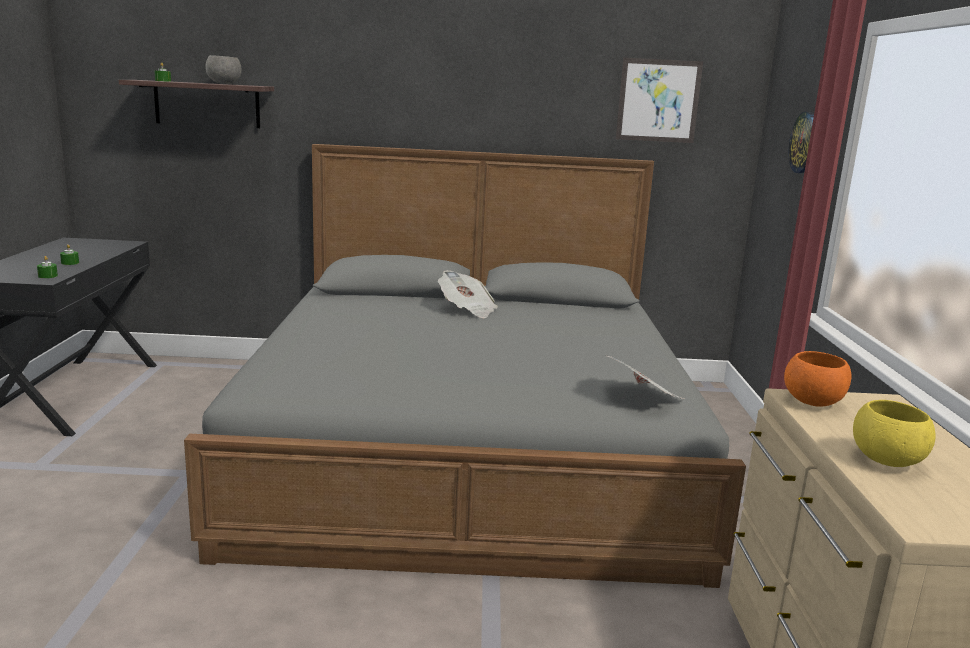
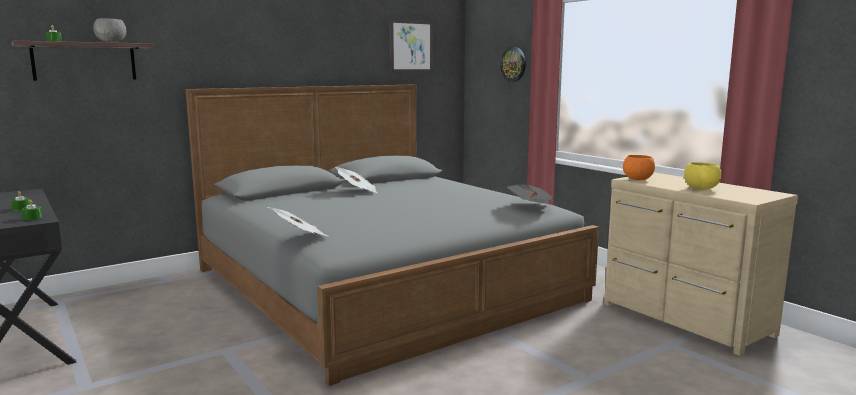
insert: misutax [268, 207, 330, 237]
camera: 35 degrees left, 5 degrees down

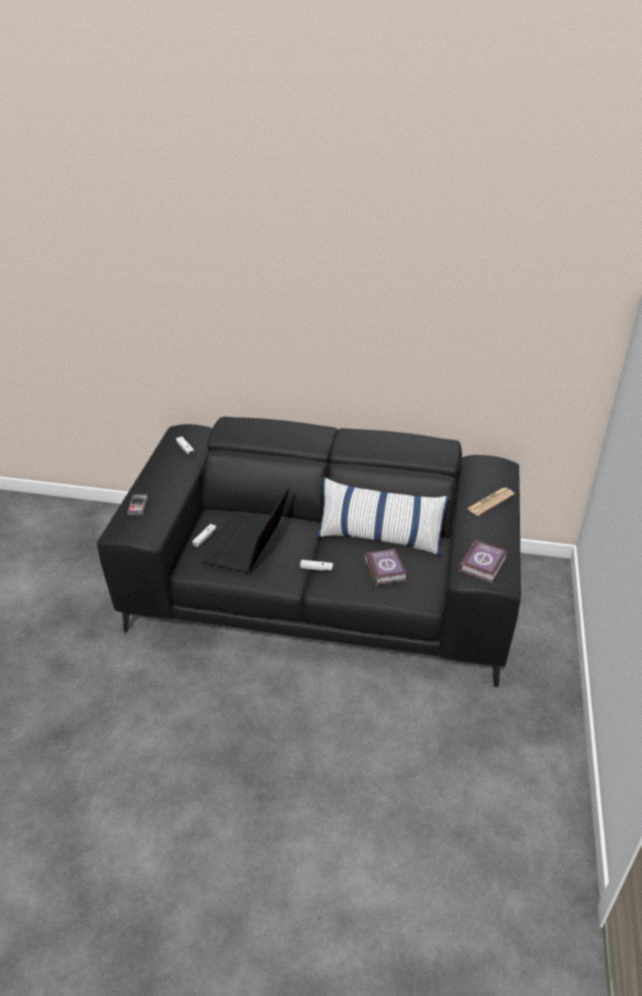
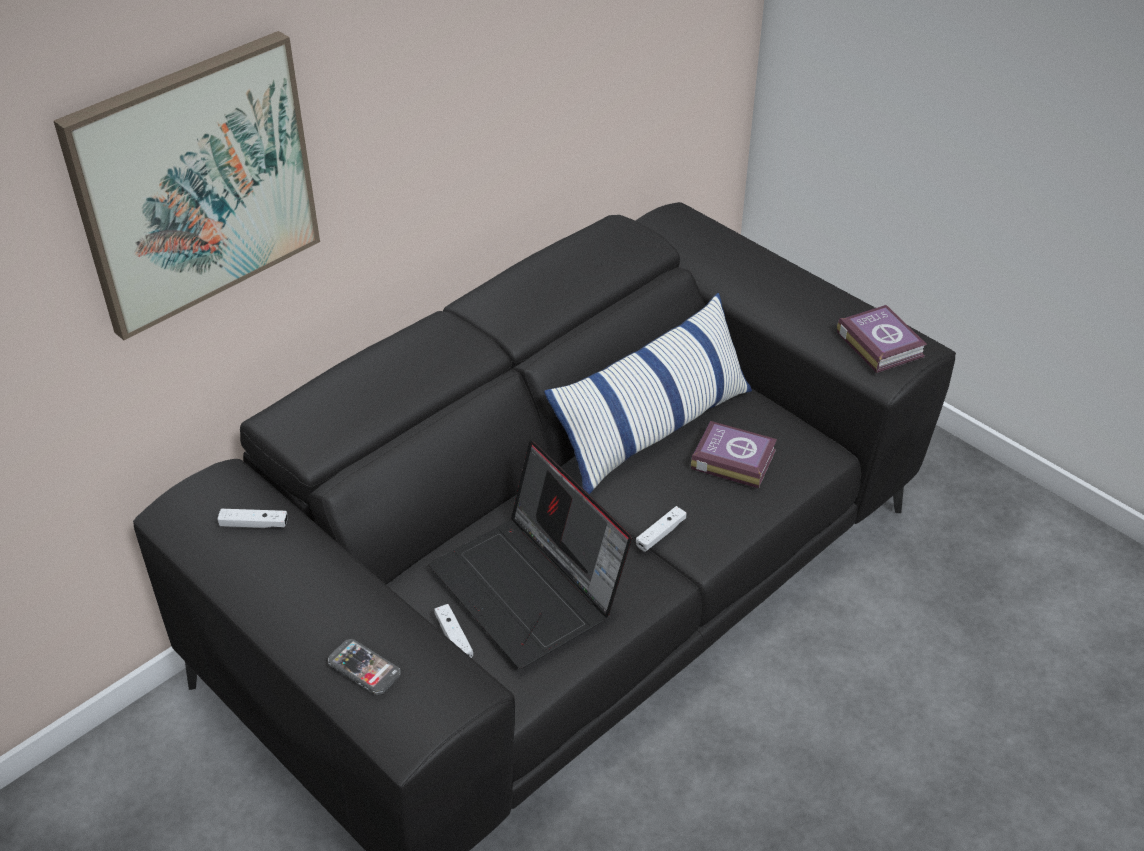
delete: misutax [467, 488, 515, 516]
insert: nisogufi [54, 31, 320, 340]
camera: 55 degrees left, 5 degrees up

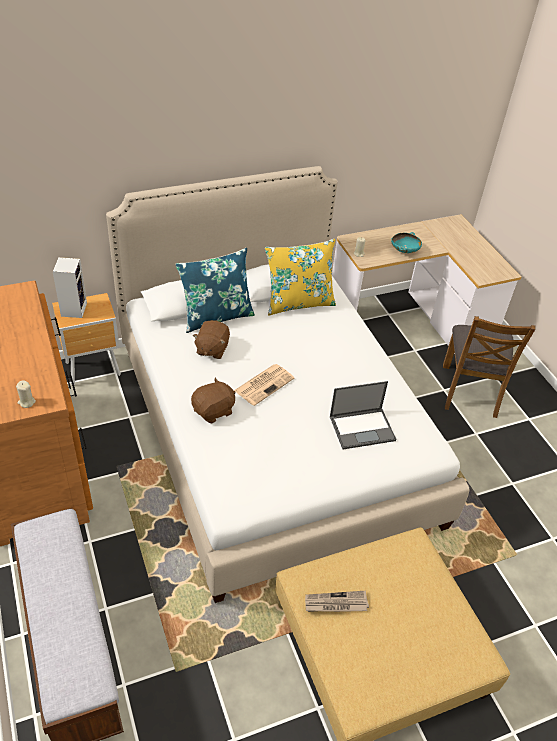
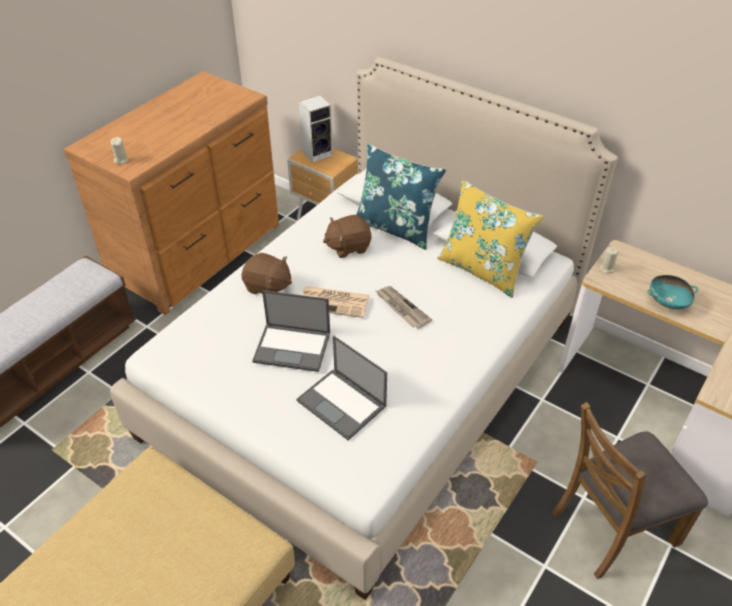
insert: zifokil [252, 290, 330, 372]
move: misutax [305, 591, 369, 612] to [376, 286, 432, 329]
camera: 60 degrees right, 0 degrees up

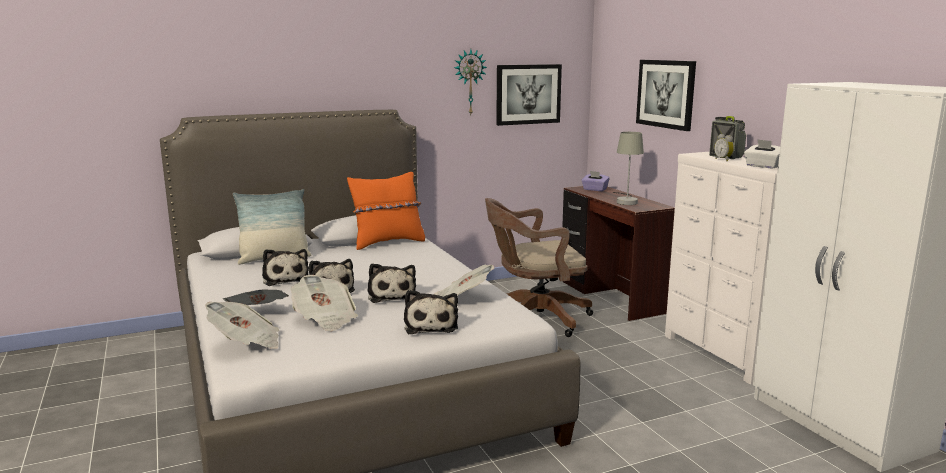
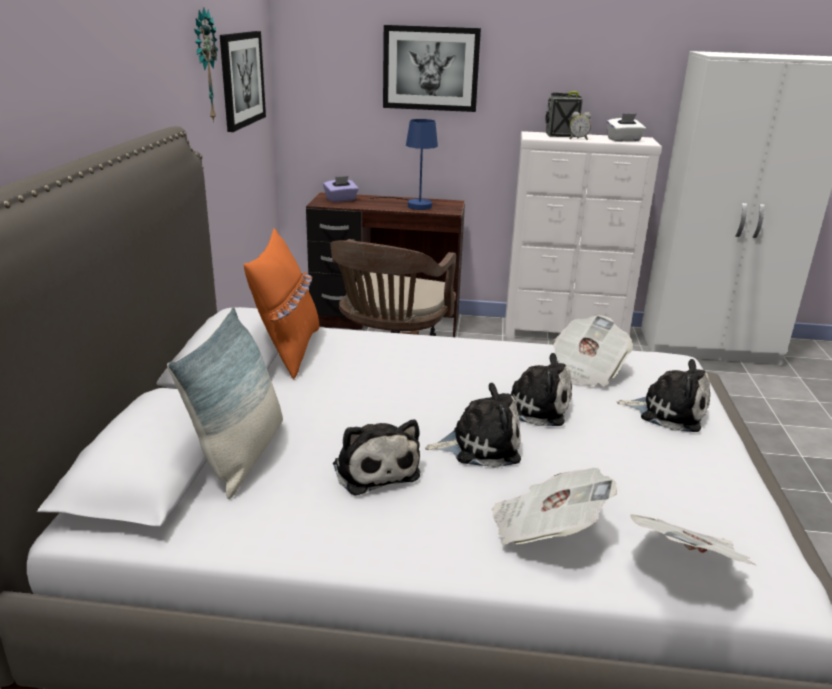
delete: misutax [290, 275, 358, 332]
recolor: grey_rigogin [613, 132, 644, 205] to blue_rigogin [369, 119, 438, 210]
rotate: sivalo [262, 249, 309, 286] = [333, 419, 420, 496] 60 degrees clockwise
camera: 60 degrees left, 10 degrees up

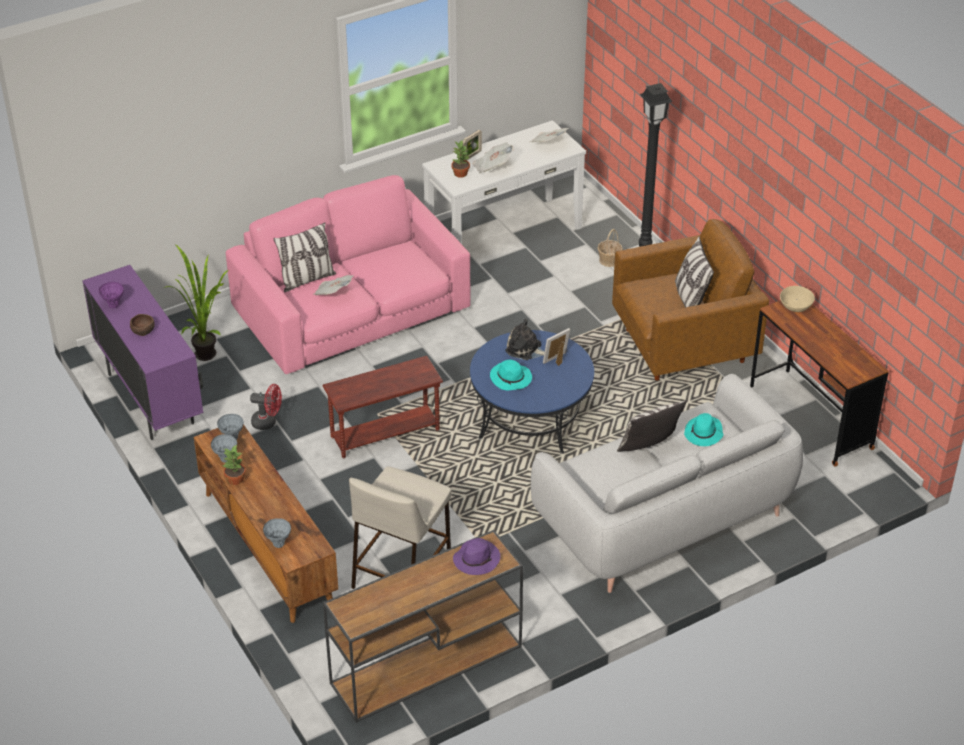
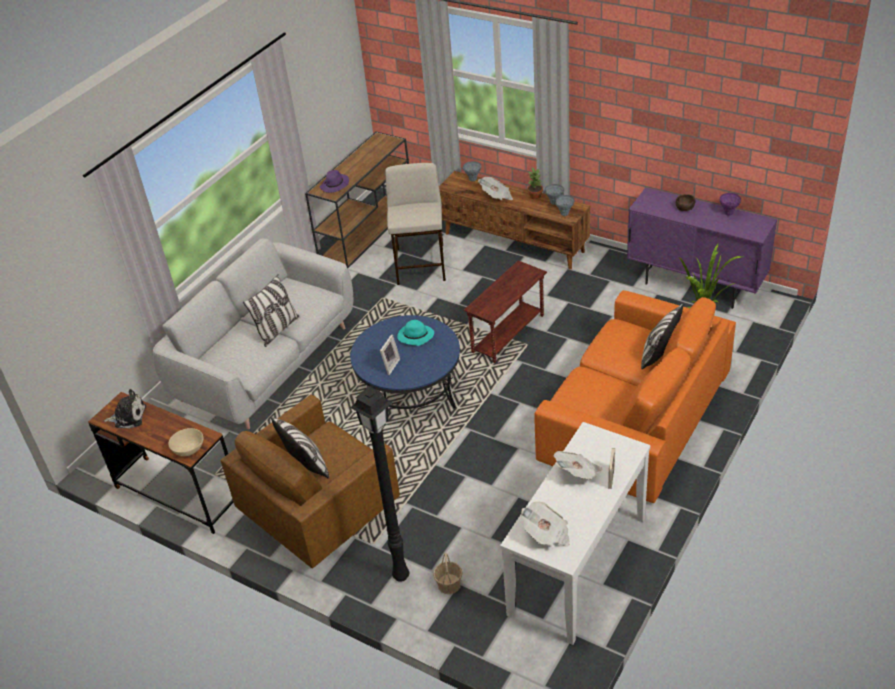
delete: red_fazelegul [250, 384, 282, 430]; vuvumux [451, 141, 470, 178]; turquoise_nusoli [684, 413, 724, 446]
move: sivalo [505, 318, 545, 360] to [104, 389, 146, 429]; misutax [313, 275, 354, 295] to [478, 177, 513, 200]
recolor: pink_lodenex [226, 175, 471, 374] to orange_lodenex [534, 290, 736, 503]
camera: 155 degrees right, 0 degrees up

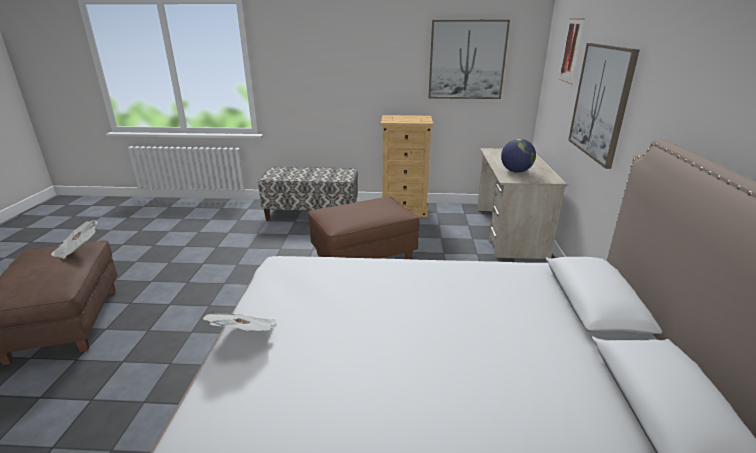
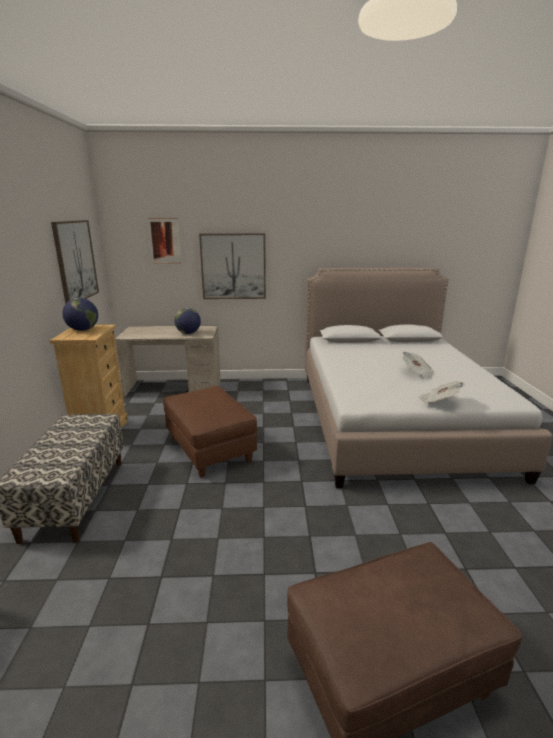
insert: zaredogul [62, 298, 98, 331]
move: misutax [51, 220, 98, 259] to [403, 352, 434, 379]
camera: 95 degrees left, 5 degrees down

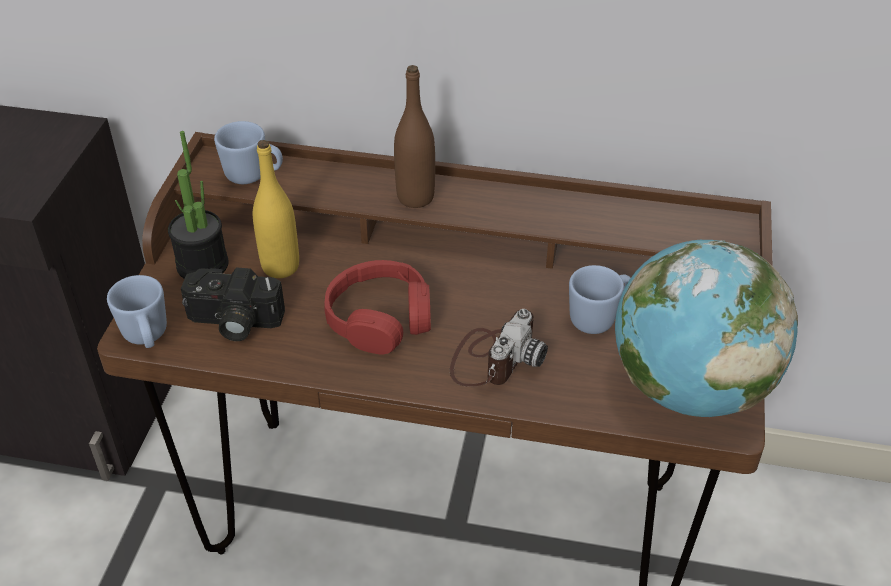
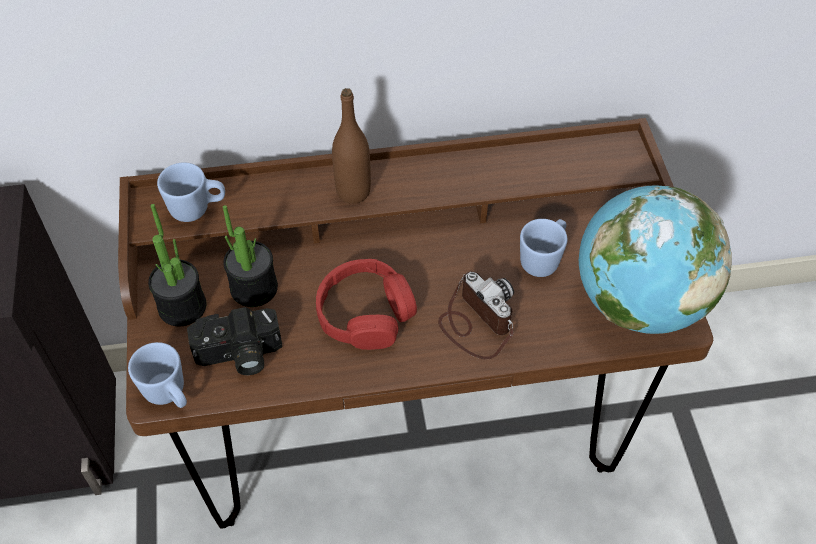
replace: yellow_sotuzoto [253, 140, 299, 278] to vuvumux [223, 205, 278, 307]
rotate: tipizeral [450, 309, 548, 387] = [438, 271, 514, 359] 45 degrees counterclockwise
camera: 20 degrees left, 10 degrees up

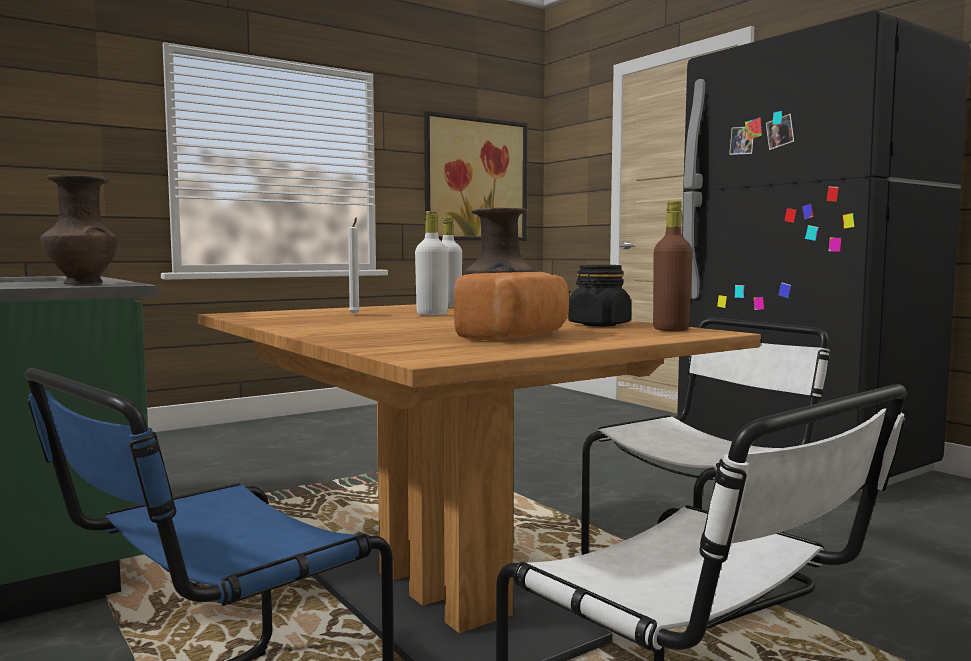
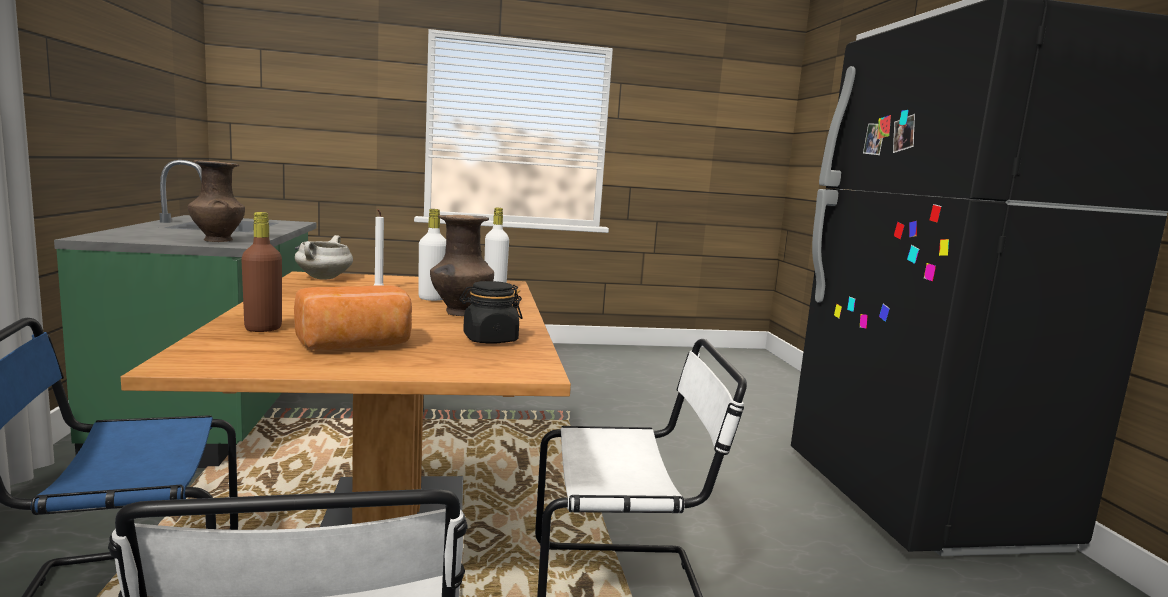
delete: nisogufi [424, 111, 527, 241]
insert: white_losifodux [295, 235, 353, 280]
move: brown_sotuzoto [653, 201, 693, 331] to [241, 212, 282, 332]
camera: 25 degrees right, 5 degrees up

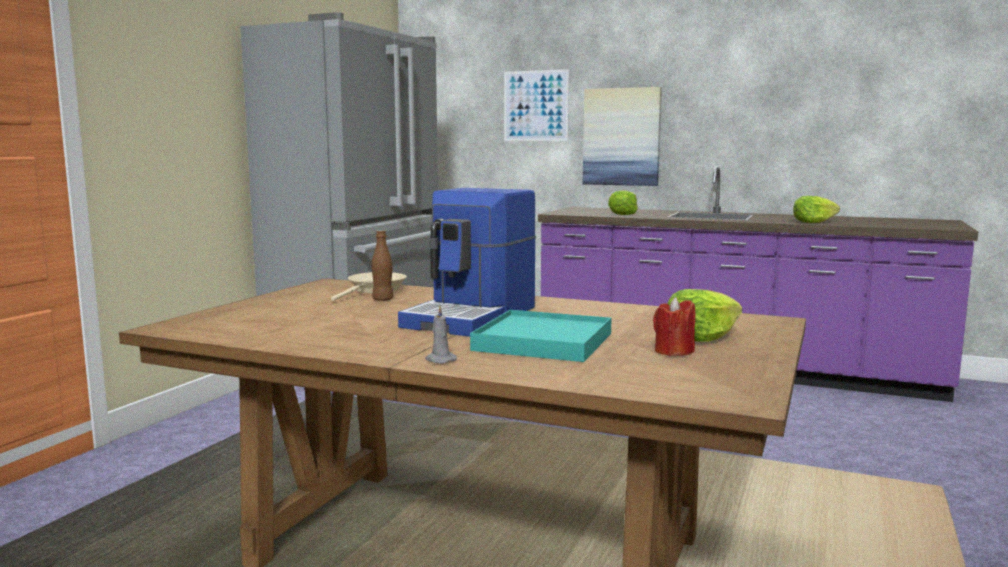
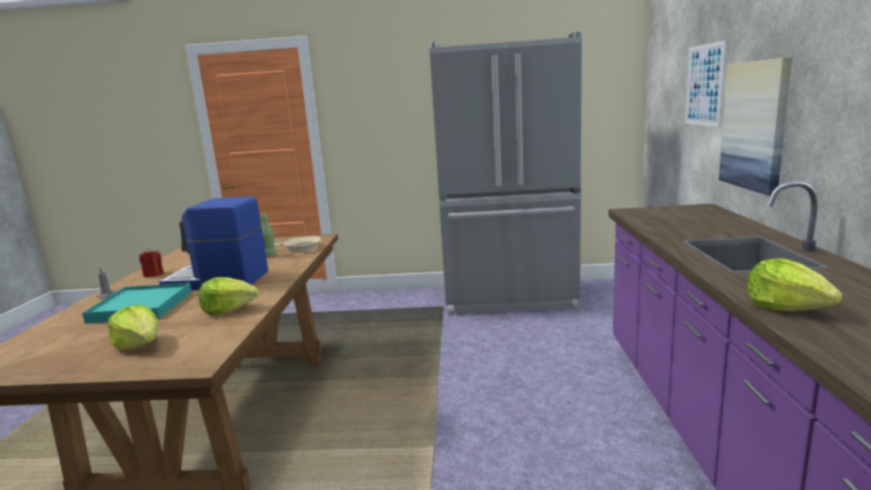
move: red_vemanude [653, 297, 695, 356] to [139, 248, 164, 277]; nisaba [608, 190, 638, 215] to [198, 277, 258, 315]
recolor: brown_sotuzoto [371, 230, 393, 301] to green_sotuzoto [261, 214, 276, 257]
camera: 70 degrees right, 5 degrees up

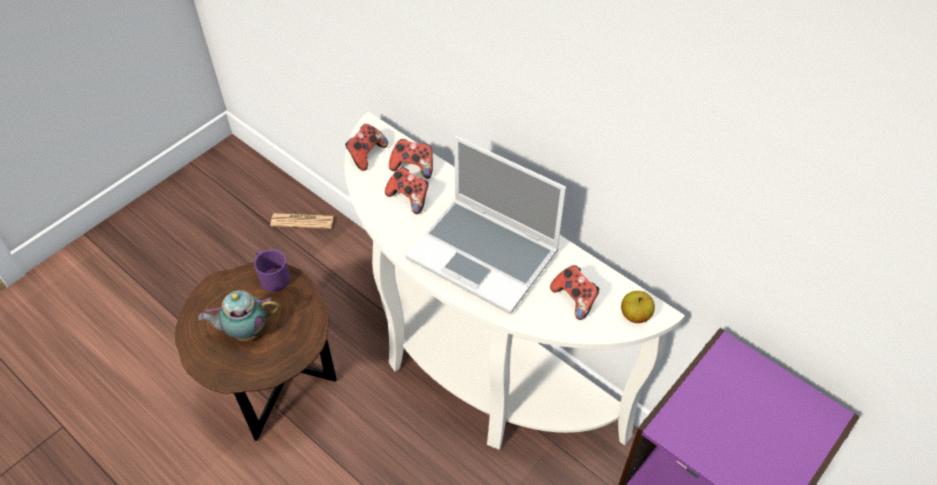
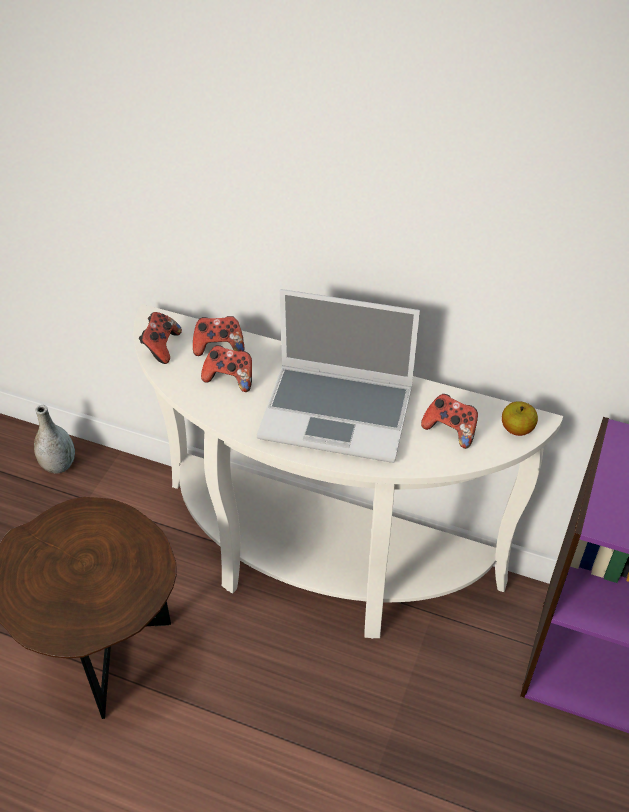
delete: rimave [198, 290, 280, 341]; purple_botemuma [254, 249, 290, 292]
replace: misutax [270, 213, 334, 229] to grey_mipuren [34, 405, 75, 473]
camera: 20 degrees left, 5 degrees down

